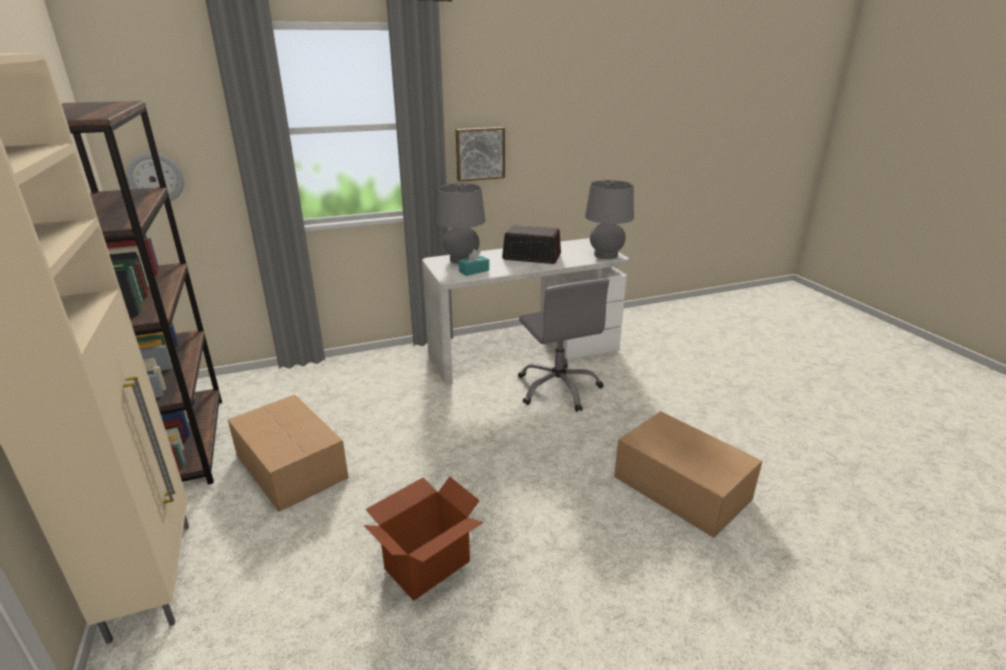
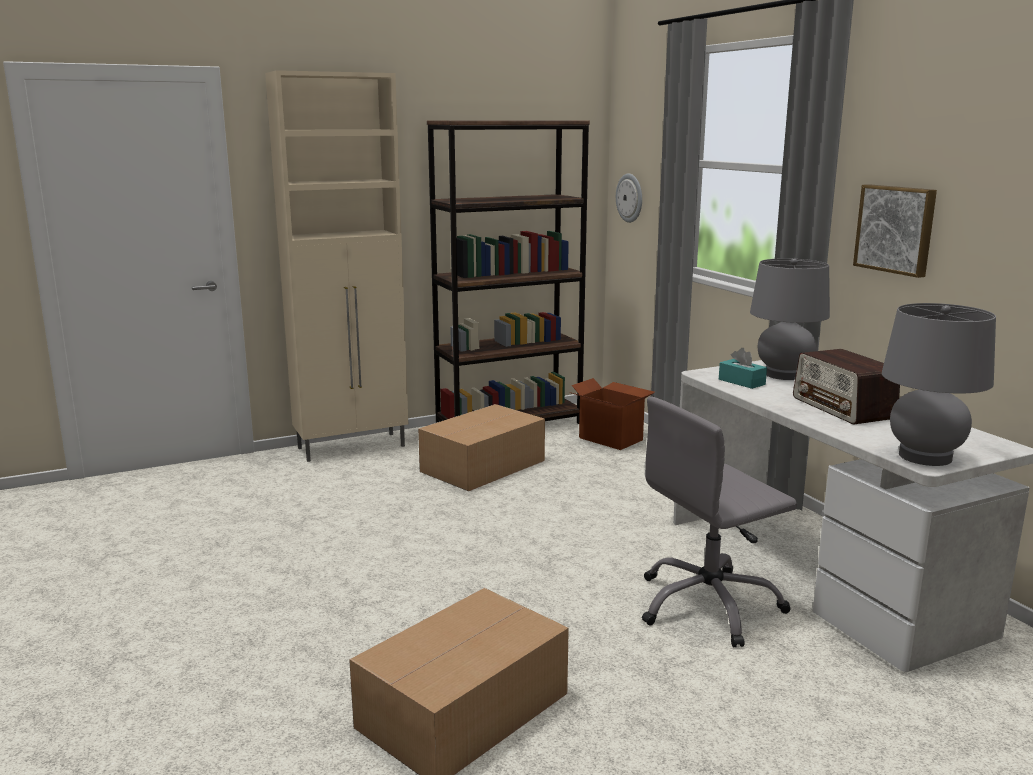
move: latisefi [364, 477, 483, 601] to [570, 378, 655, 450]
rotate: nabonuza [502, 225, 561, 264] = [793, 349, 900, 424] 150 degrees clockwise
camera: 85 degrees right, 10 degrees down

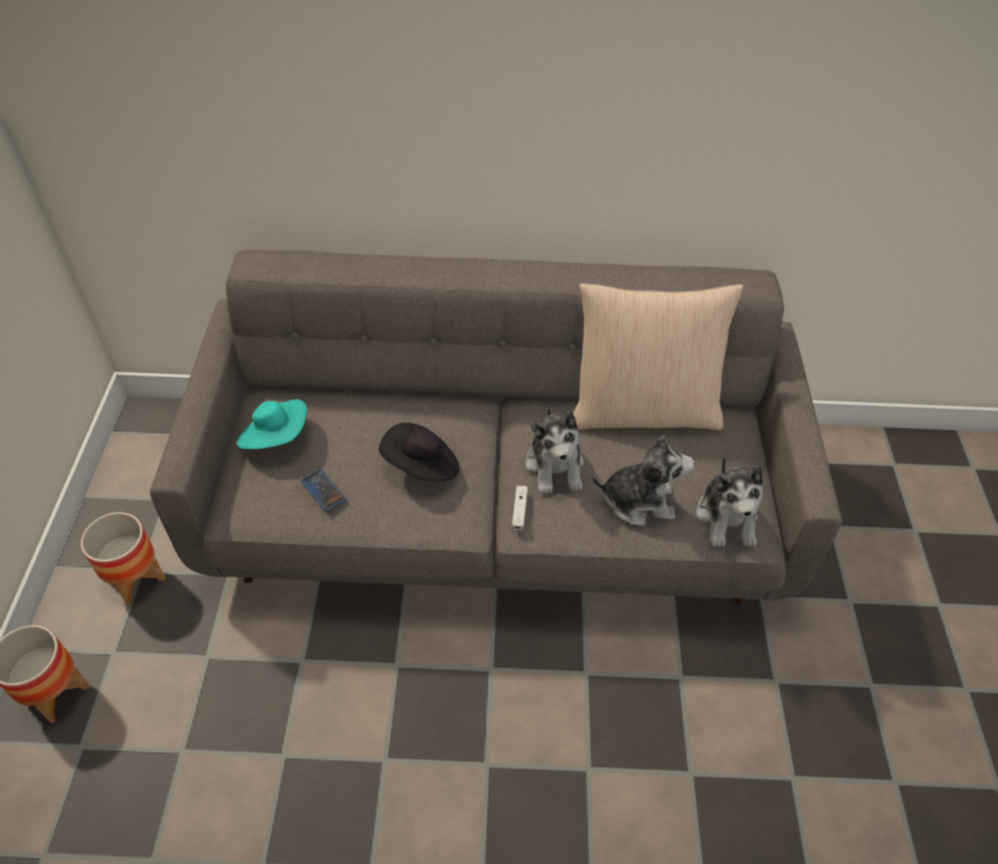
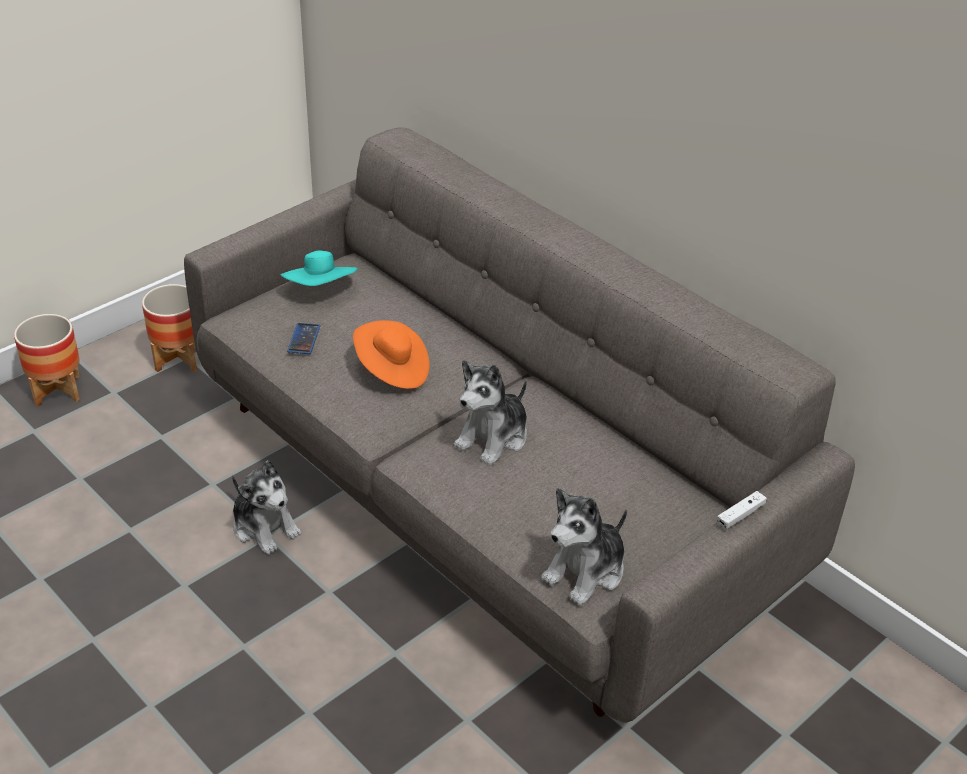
delete: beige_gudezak [573, 283, 743, 430]
move: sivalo [592, 435, 695, 526] to [232, 460, 302, 555]; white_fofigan [512, 486, 528, 531] to [717, 491, 767, 530]
recolor: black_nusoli [379, 423, 460, 482] to orange_nusoli [353, 320, 429, 389]
camera: 45 degrees right, 10 degrees down

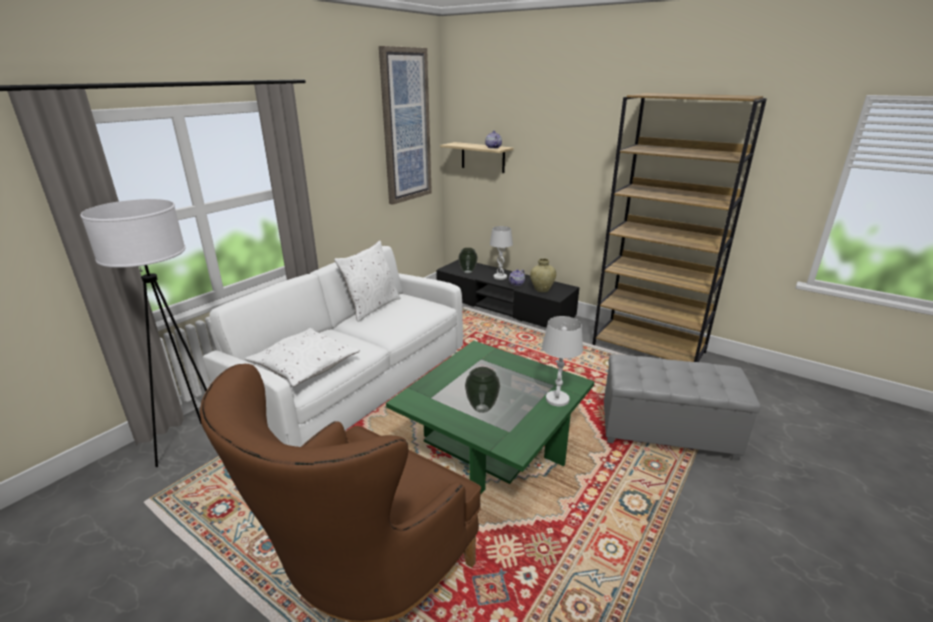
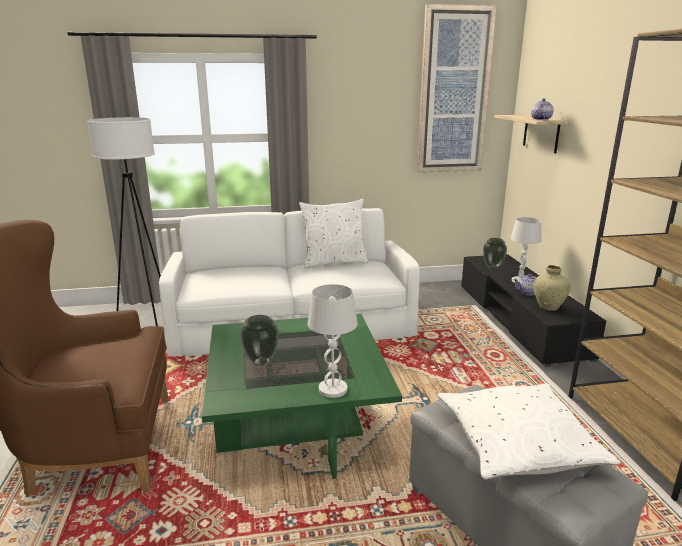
move: white_gudezak [245, 328, 360, 387] to [438, 383, 621, 480]
camera: 45 degrees right, 5 degrees down

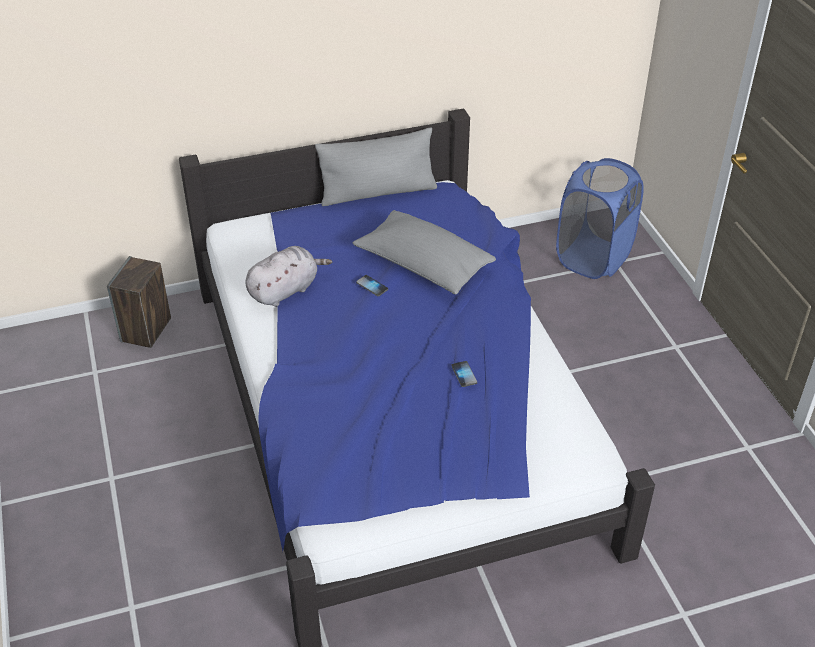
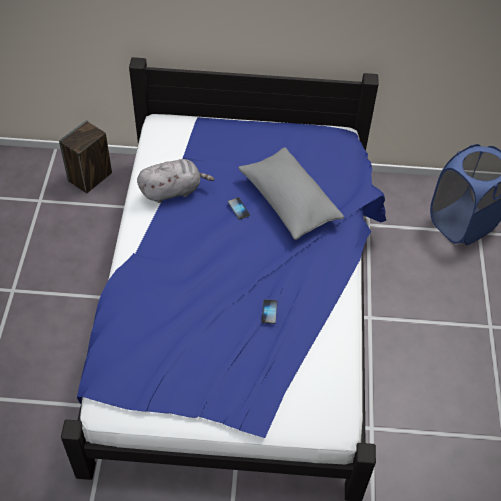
delete: grey_gudezak [315, 127, 437, 206]
camera: 20 degrees right, 10 degrees up

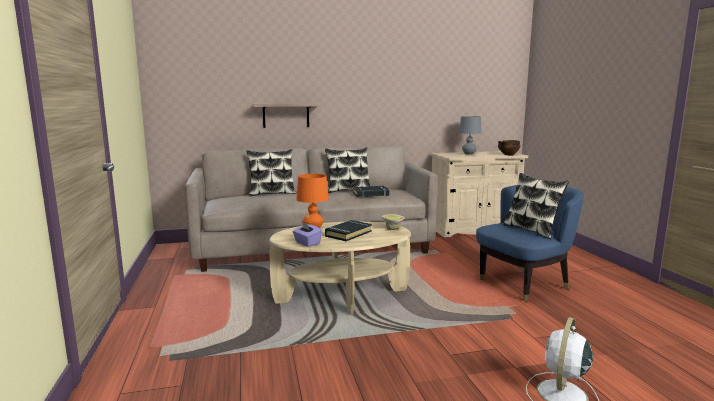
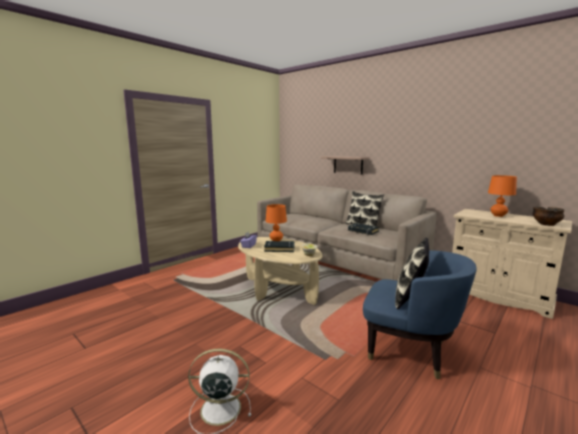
delete: gudezak [246, 149, 296, 196]
recolor: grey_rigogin [459, 116, 482, 155] to orange_rigogin [488, 175, 517, 217]
camera: 55 degrees right, 0 degrees up

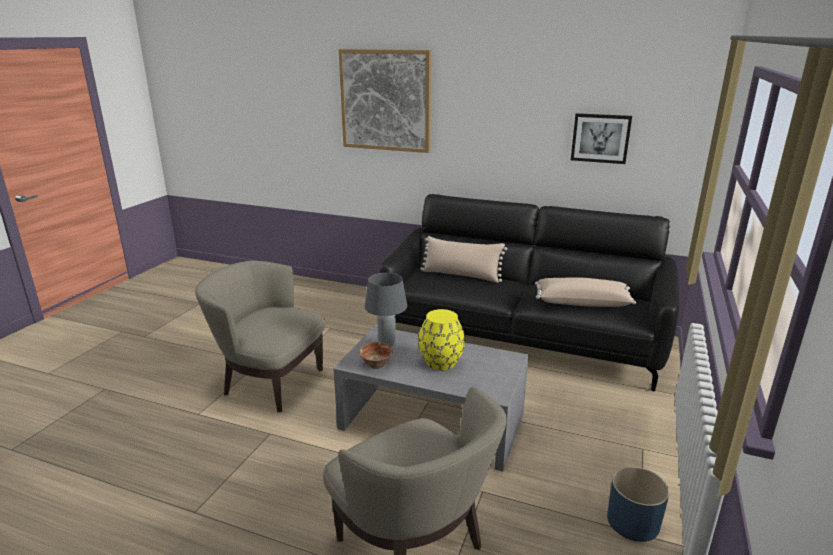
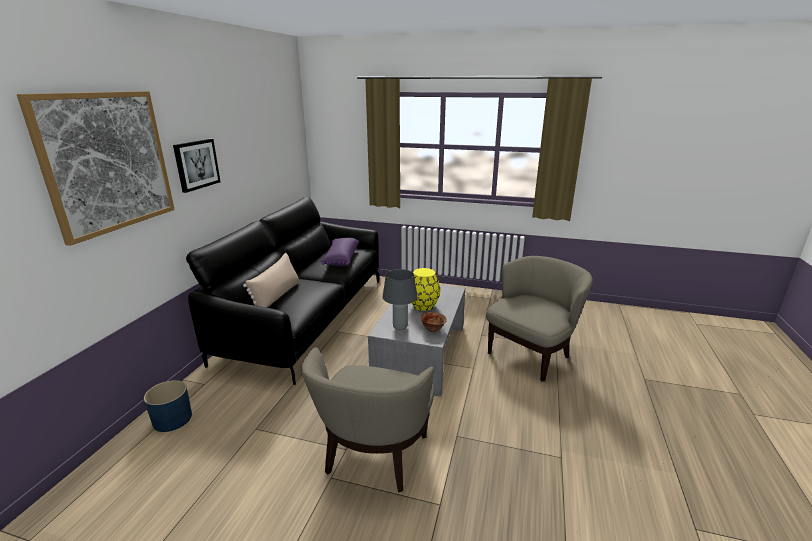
move: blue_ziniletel [607, 467, 669, 542] to [144, 380, 192, 432]; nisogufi [571, 113, 632, 164] to [173, 139, 221, 193]
recolor: beige_gudezak [535, 277, 636, 307] to purple_gudezak [320, 237, 359, 266]
camera: 95 degrees left, 0 degrees up

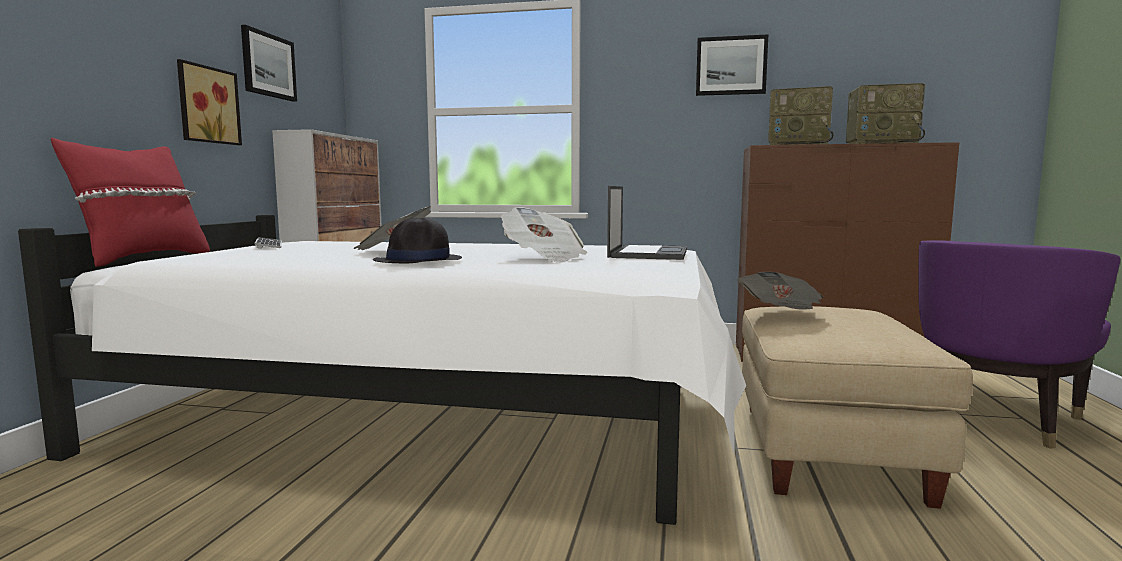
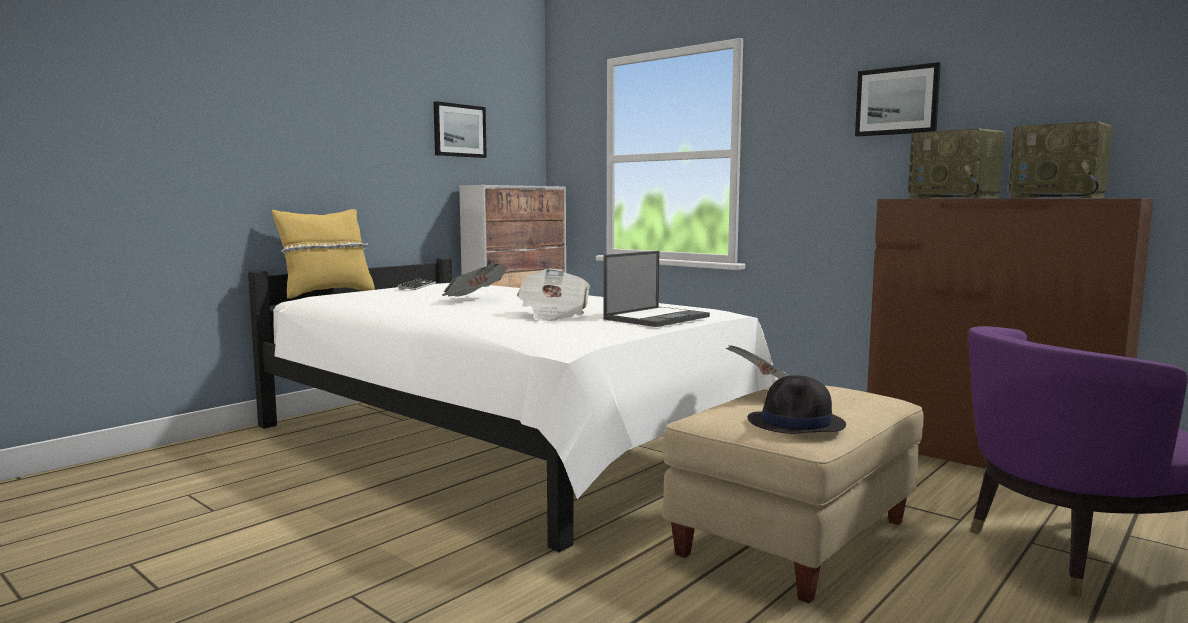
delete: nisogufi [177, 59, 242, 145]
move: black_nusoli [373, 218, 462, 263] to [747, 375, 846, 434]
recolor: red_gudezak [51, 138, 210, 267] to yellow_gudezak [272, 209, 375, 299]
camera: 30 degrees right, 0 degrees up

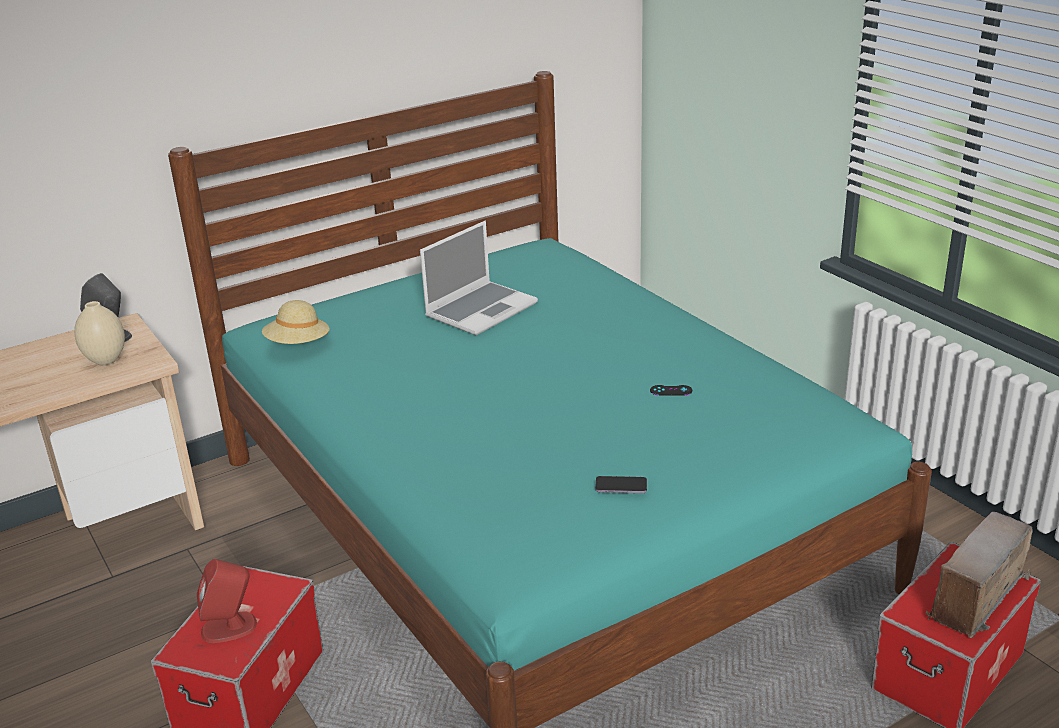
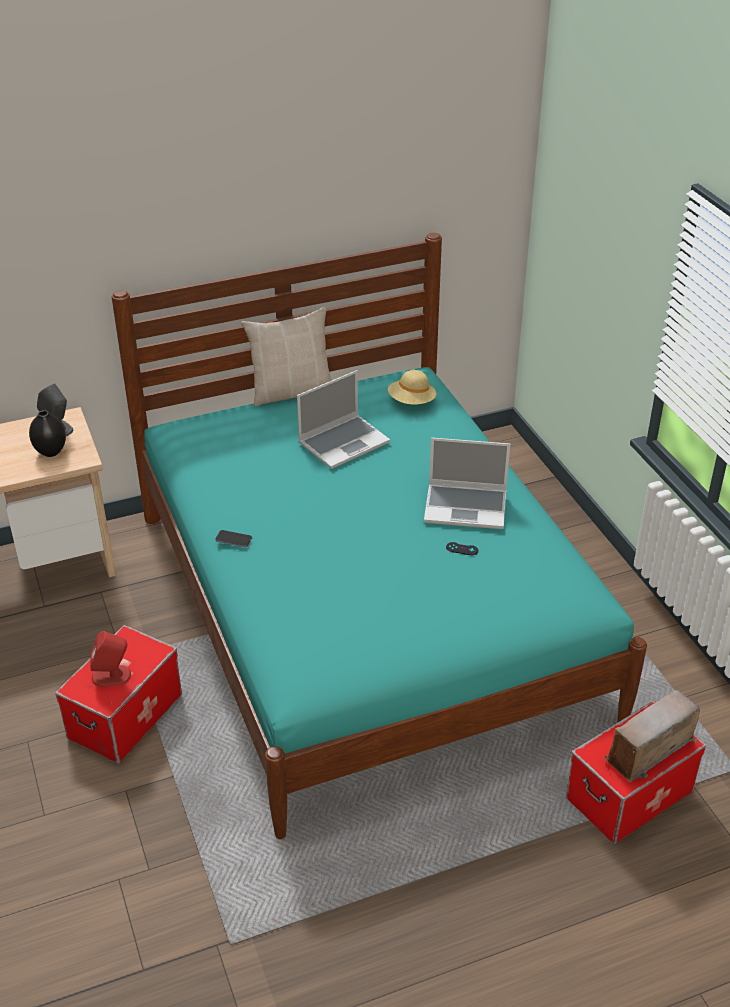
insert: beige_gudezak [241, 307, 332, 407]; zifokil [424, 438, 510, 529]
move: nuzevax [595, 476, 647, 493] to [215, 530, 252, 547]; beige_nusoli [262, 300, 329, 344] to [388, 370, 436, 405]
recolor: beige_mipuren [74, 301, 125, 365] to black_mipuren [29, 410, 66, 457]
camera: 10 degrees right, 10 degrees up

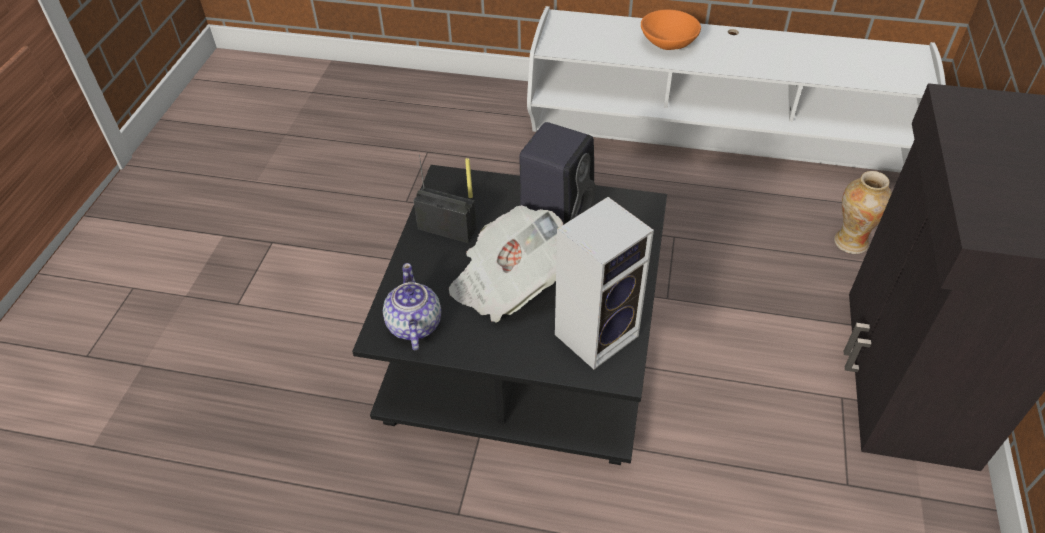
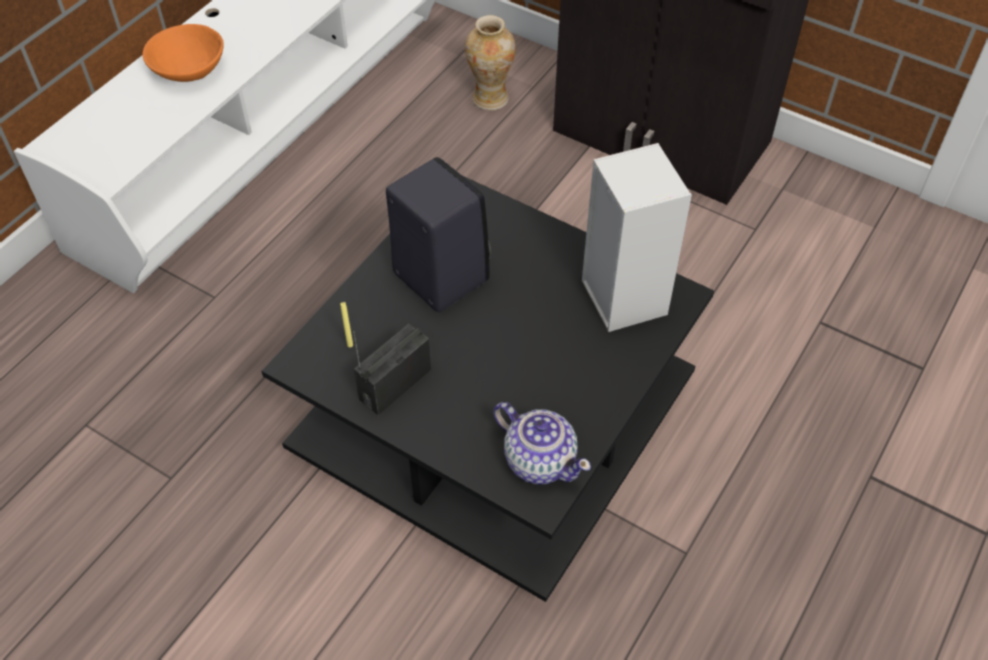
delete: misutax [449, 205, 563, 323]
rotate: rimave [383, 263, 441, 350] = [494, 402, 591, 484] 150 degrees counterclockwise
camera: 70 degrees left, 5 degrees up

